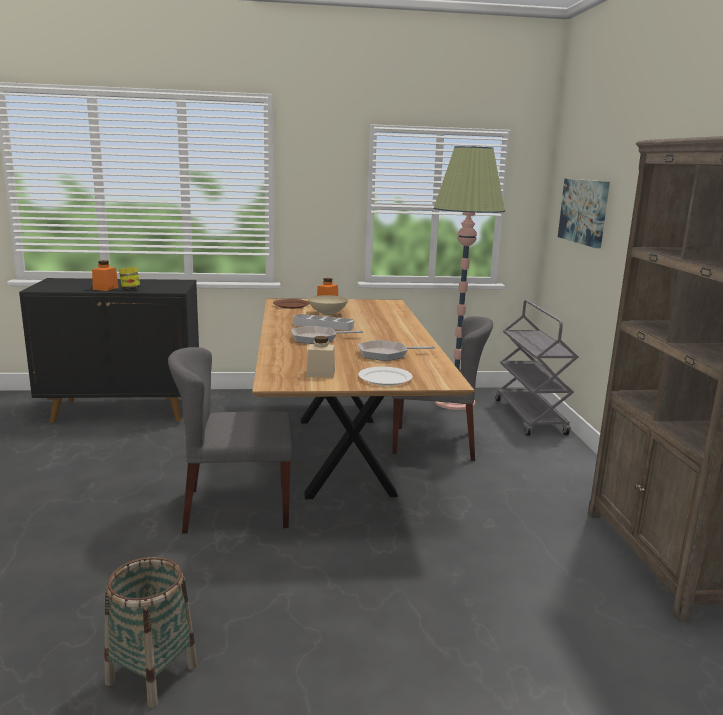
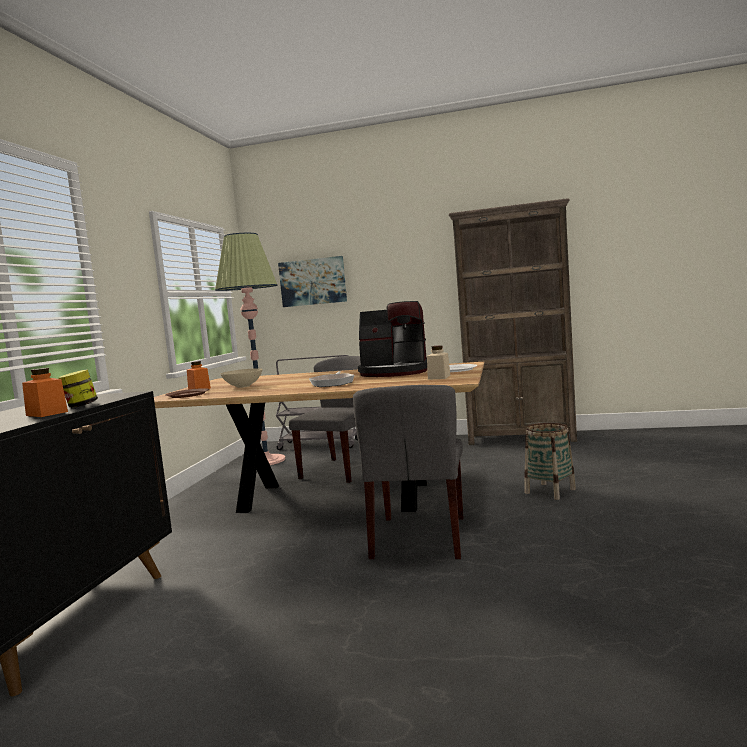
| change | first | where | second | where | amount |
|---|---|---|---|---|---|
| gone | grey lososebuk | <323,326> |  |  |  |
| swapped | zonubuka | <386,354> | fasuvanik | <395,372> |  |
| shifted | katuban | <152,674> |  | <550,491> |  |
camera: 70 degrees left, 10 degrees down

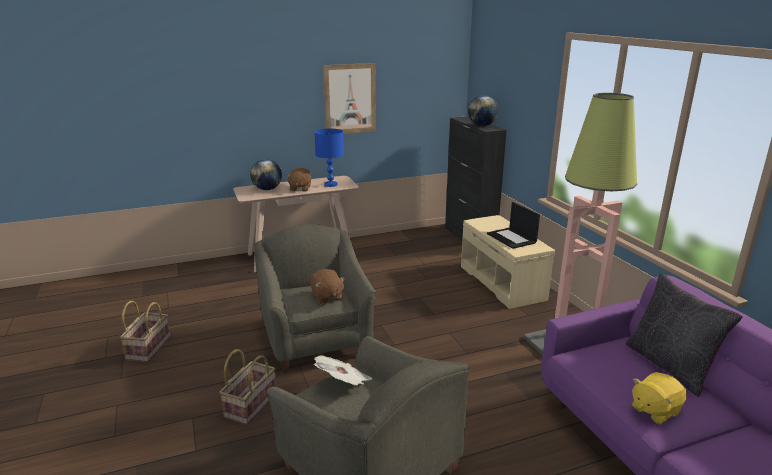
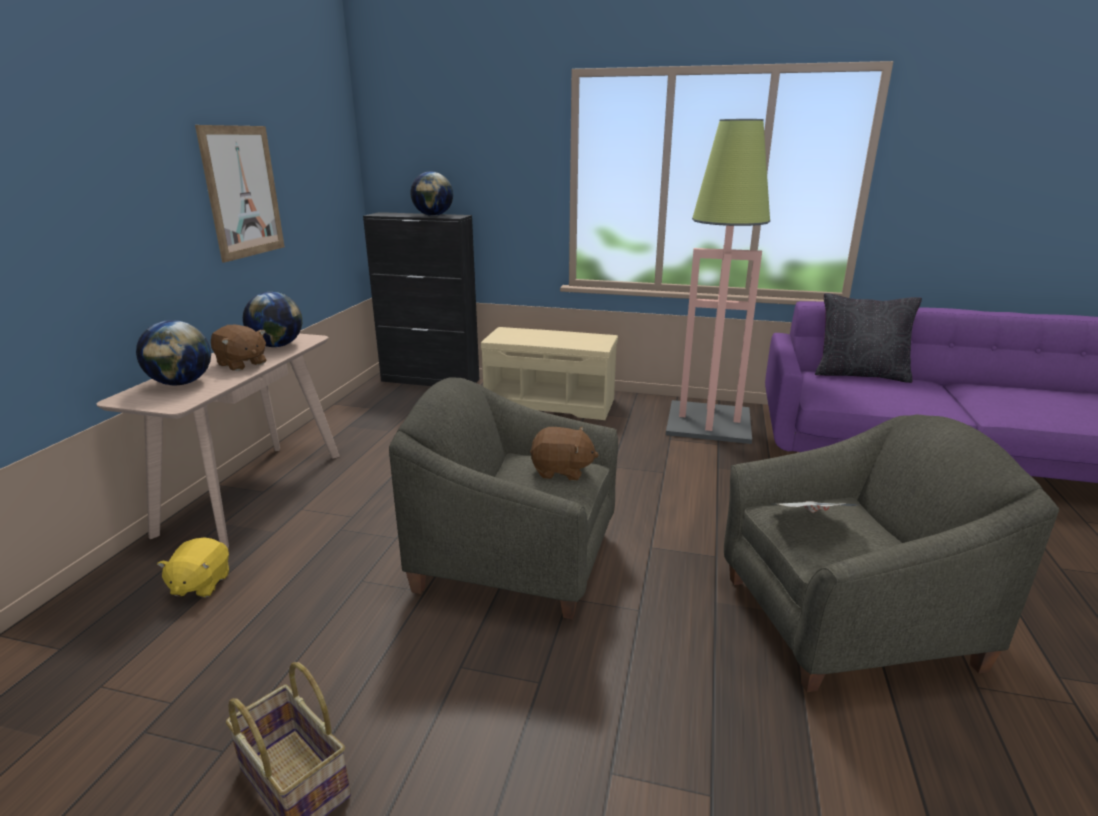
| change | first | where | second | where | amount |
|---|---|---|---|---|---|
| swapped | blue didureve | <330,184> | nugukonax | <277,346> |  |
| gone | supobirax | <512,238> |  |  |  |
| gone | katuban | <250,404> |  |  |  |
| shifted | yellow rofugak | <654,410> |  | <200,584> |  |
camera: 55 degrees left, 0 degrees up

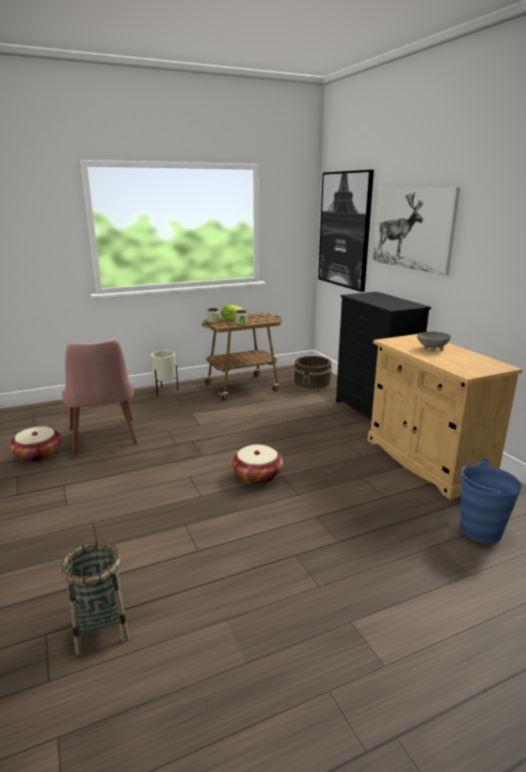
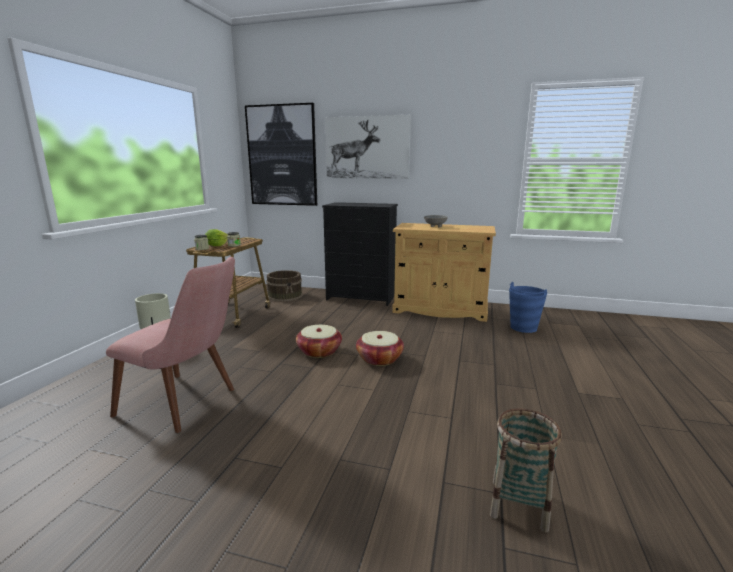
| change | first | where | second | where | amount |
|---|---|---|---|---|---|
| shifted | katuban | <38,455> |  | <319,351> |  |
camera: 50 degrees left, 5 degrees down

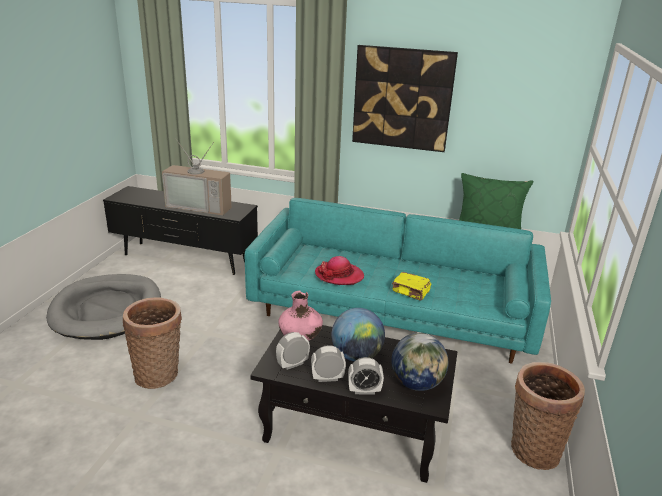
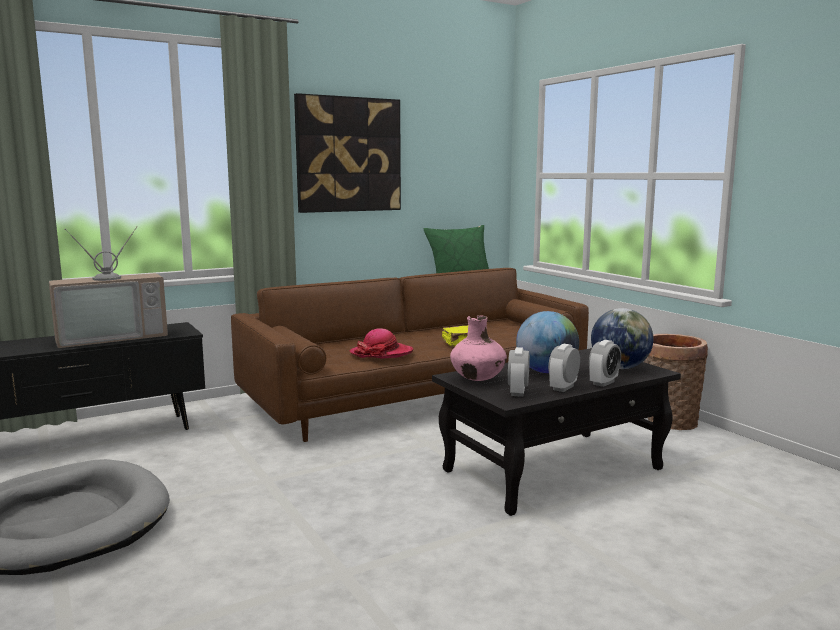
| change | first | where | second | where | amount |
|---|---|---|---|---|---|
| repainted | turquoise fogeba | <392,312> | brown fogeba | <417,395> |  |
| gone | katuban | <159,374> |  |  |  |
camera: 45 degrees left, 15 degrees down

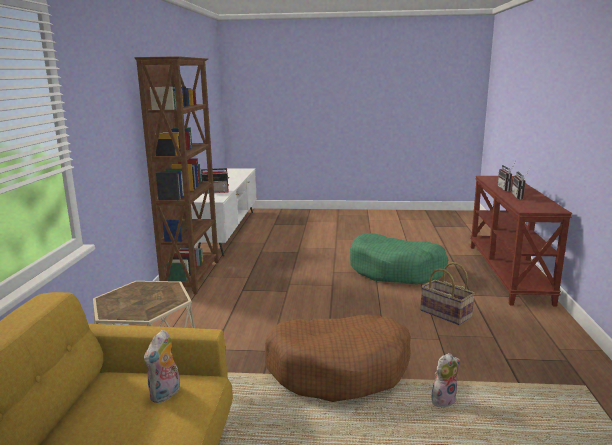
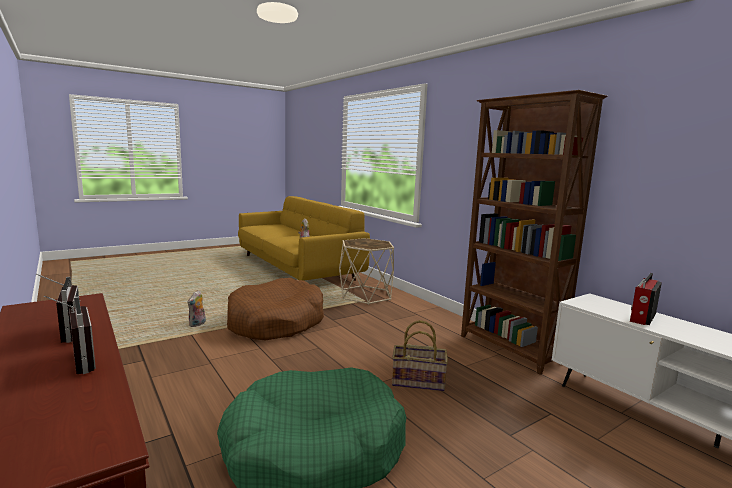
| change | first | where | second | where | amount |
|---|---|---|---|---|---|
| shifted | katuban | <445,314> |  | <418,381> |  |
camera: 140 degrees right, 5 degrees down

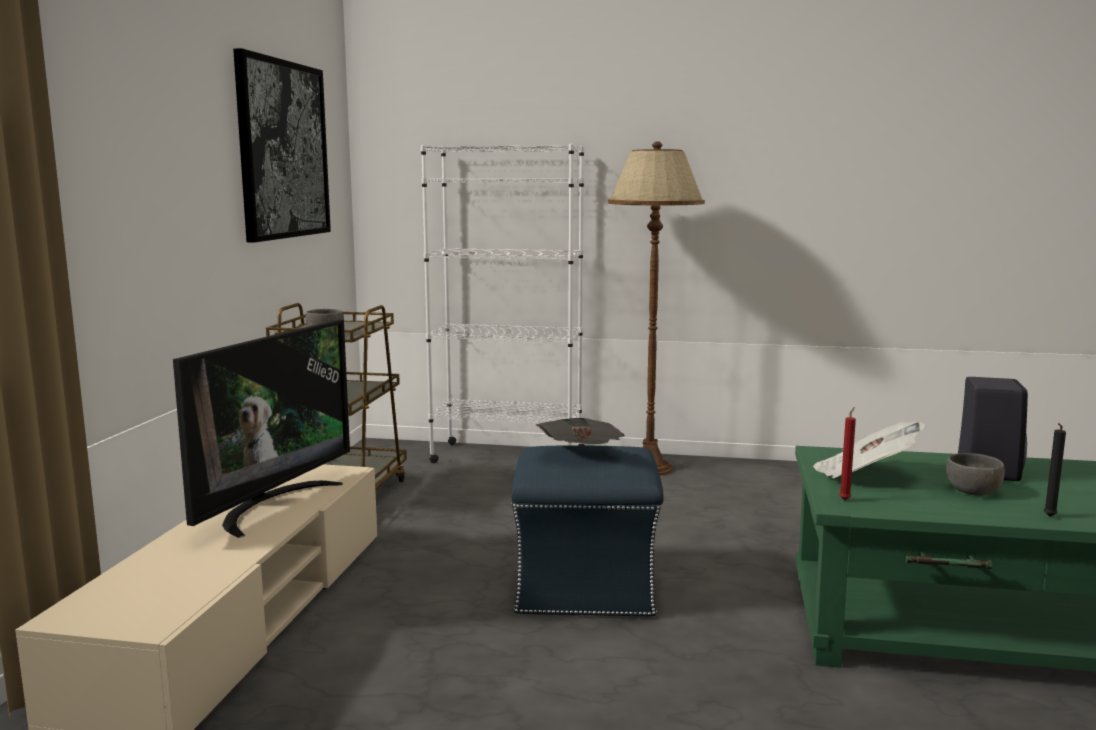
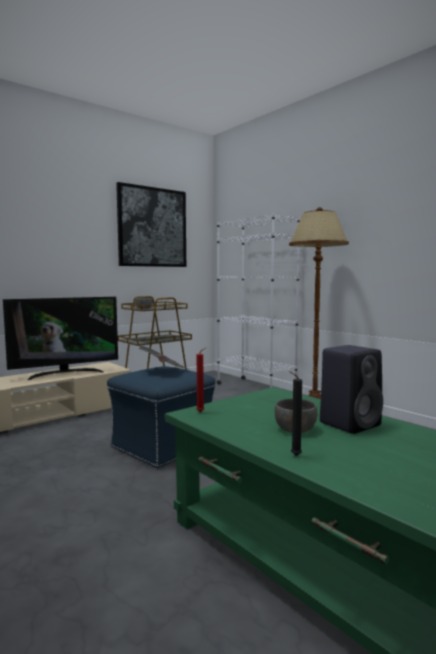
| change | first | where | second | where | amount |
|---|---|---|---|---|---|
| gone | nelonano | <864,475> |  |  |  |
camera: 40 degrees right, 5 degrees down

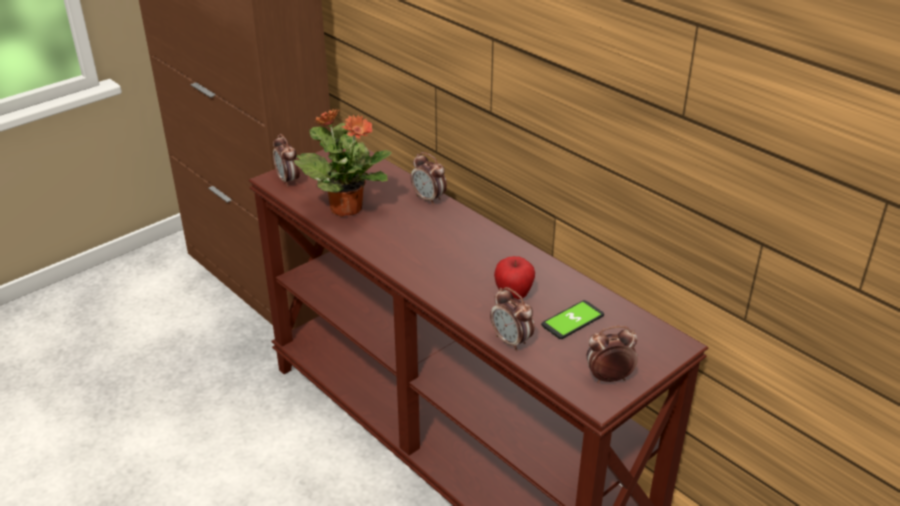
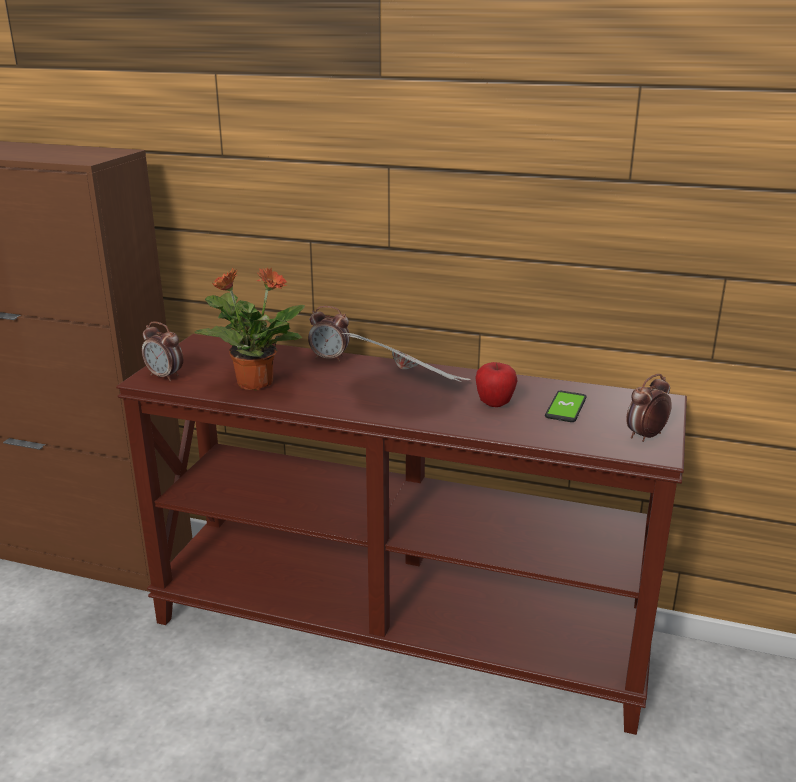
| change | first | where | second | where | amount |
|---|---|---|---|---|---|
| gone | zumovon | <511,341> |  |  |  |
| new |  |  | nelonano | <409,390> |  |
camera: 30 degrees left, 10 degrees down

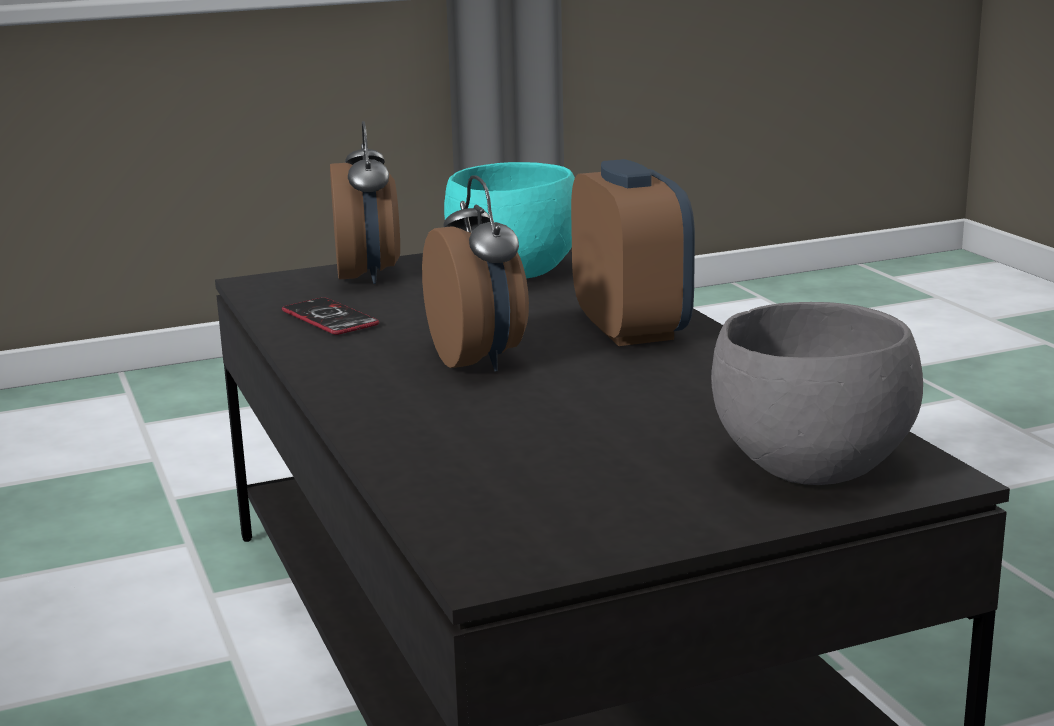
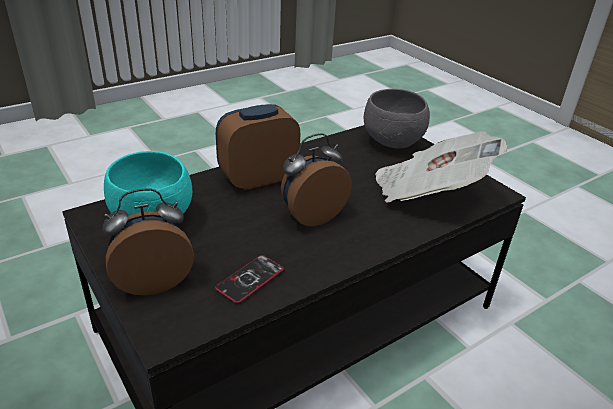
| change | first | where | second | where | amount |
|---|---|---|---|---|---|
| new |  |  | nelonano | <428,192> |  |
camera: 105 degrees left, 15 degrees up

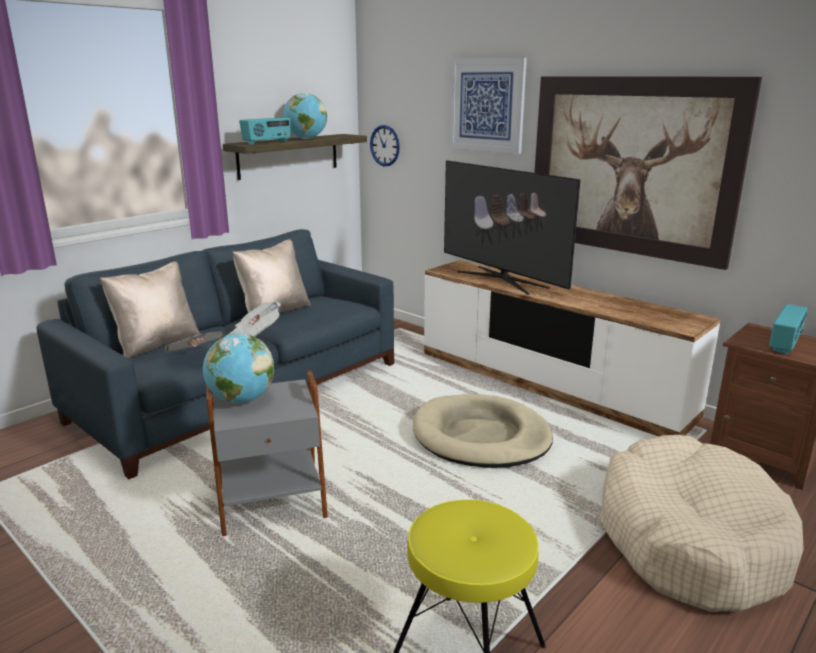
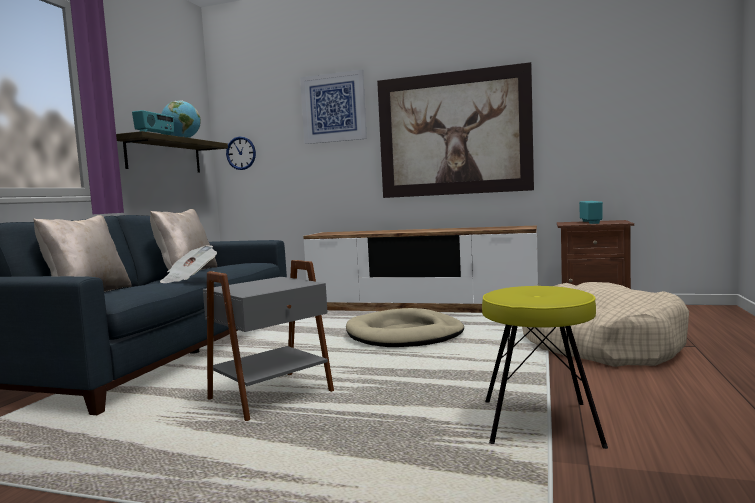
| change | first | where | second | where | amount |
|---|---|---|---|---|---|
| gone | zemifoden | <502,279> |  |  |  |
| gone | nelonano | <195,356> |  |  |  |
| gone | nugukonax | <241,400> |  |  |  |
camera: 25 degrees left, 15 degrees down

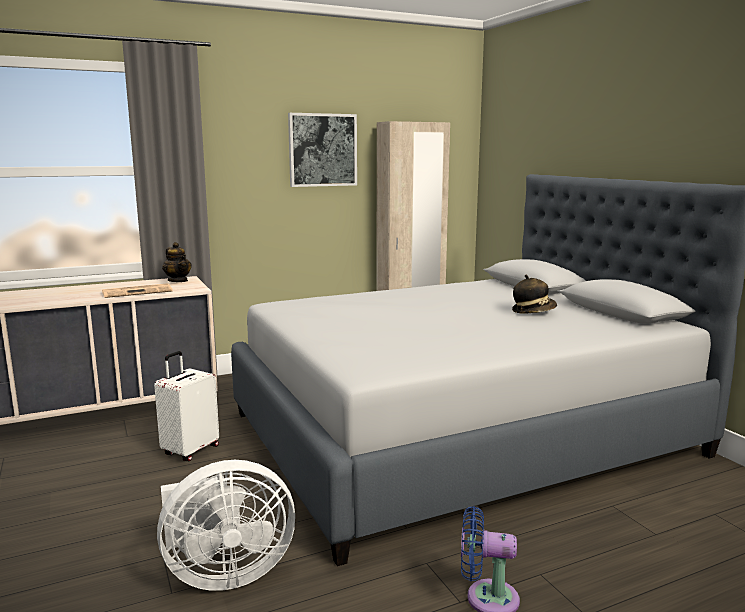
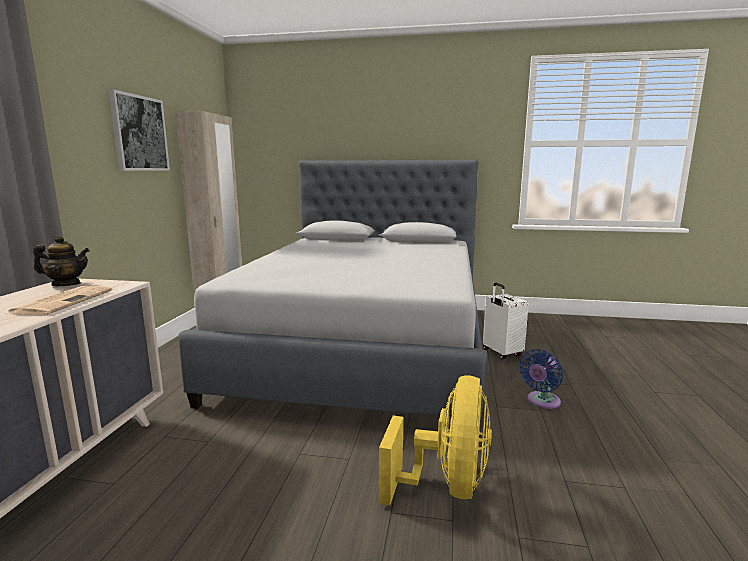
| change | first | where | second | where | amount |
|---|---|---|---|---|---|
| gone | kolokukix | <533,311> |  |  |  |
| shifted | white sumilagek | <190,450> |  | <501,353> |  |
| repainted | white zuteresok | <224,573> | yellow zuteresok | <447,485> |  |
camera: 55 degrees left, 0 degrees up

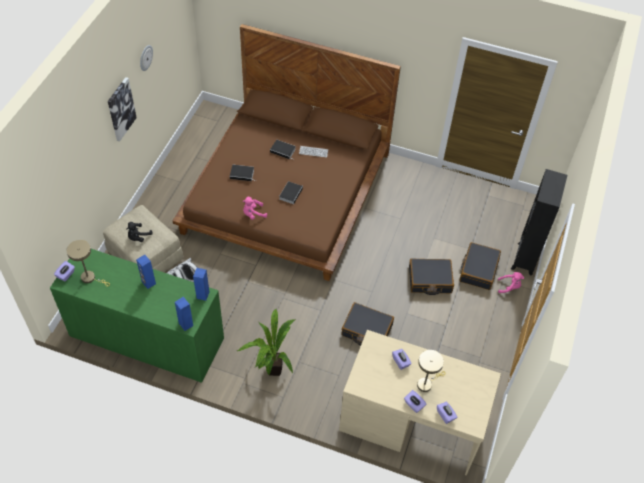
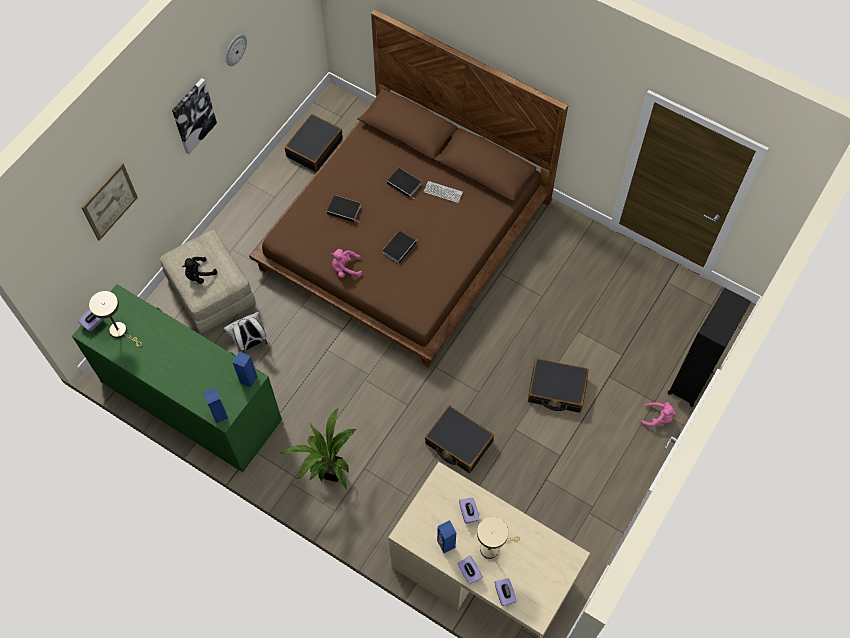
| change | first | where | second | where | amount |
|---|---|---|---|---|---|
| shifted | black sumilagek | <478,270> |  | <314,148> |  |
| shifted | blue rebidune | <148,283> |  | <446,544> |  |
| new |  |  | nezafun | <109,201> |  |
camera: 15 degrees right, 10 degrees up

